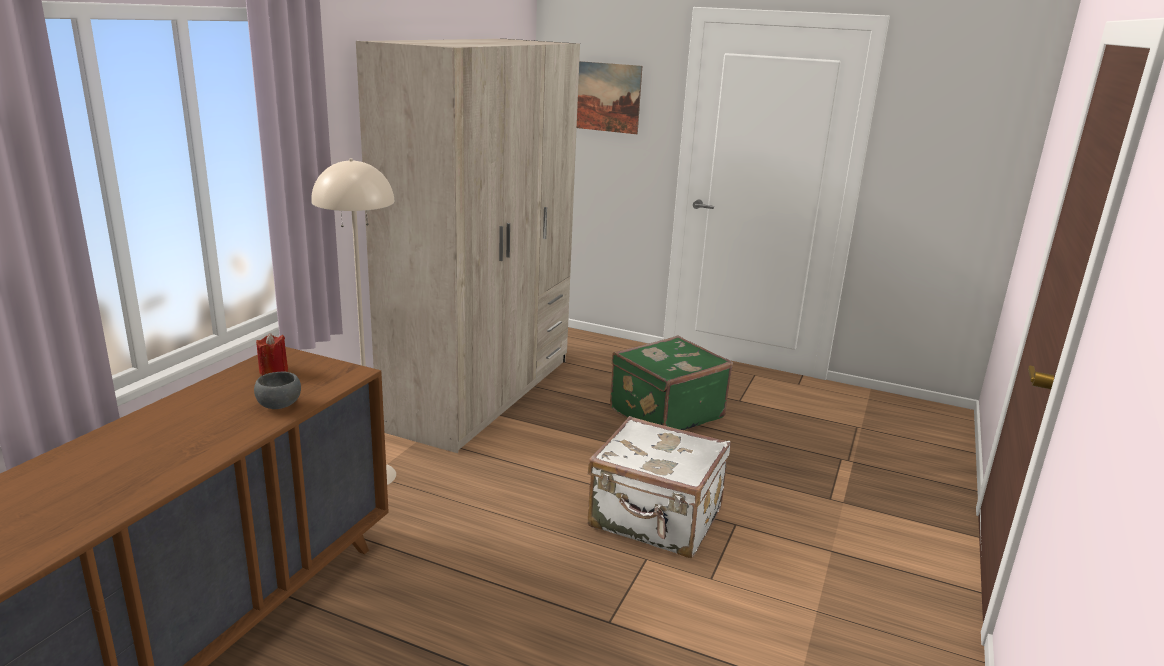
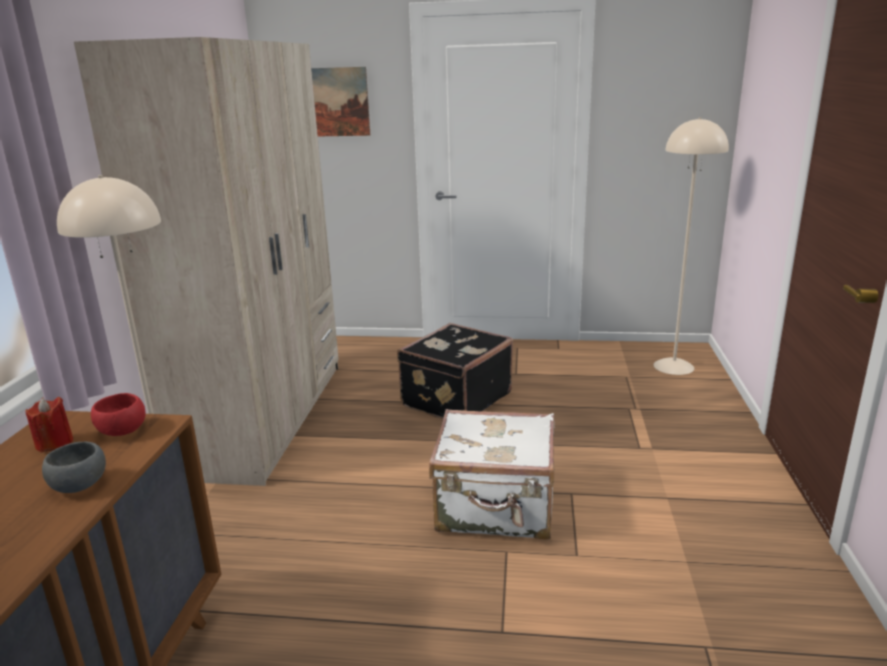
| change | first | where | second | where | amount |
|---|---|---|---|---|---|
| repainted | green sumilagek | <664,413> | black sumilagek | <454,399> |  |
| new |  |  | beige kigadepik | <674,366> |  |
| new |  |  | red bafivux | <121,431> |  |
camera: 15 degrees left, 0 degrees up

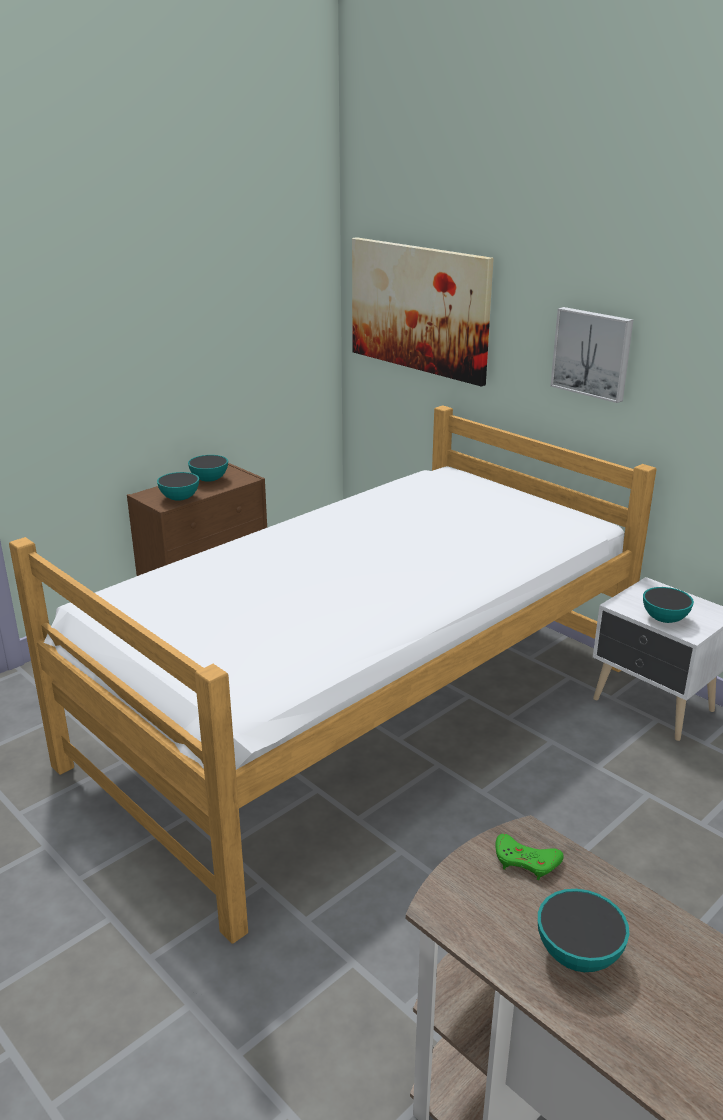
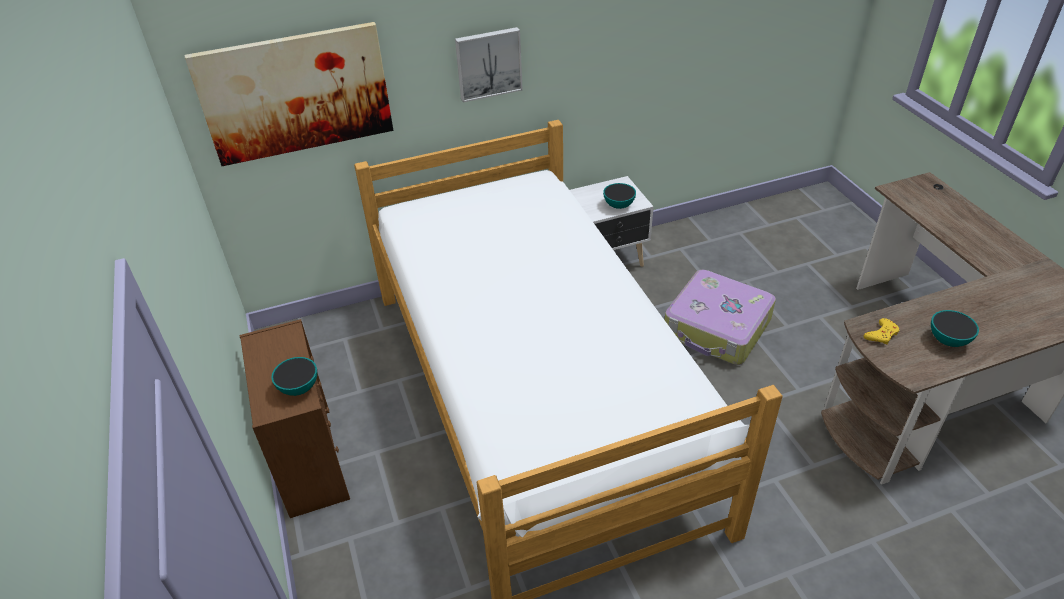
| change | first | where | second | where | amount |
|---|---|---|---|---|---|
| gone | bafivux | <209,480> |  |  |  |
| repainted | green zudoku | <526,861> | yellow zudoku | <881,334> |  |
| new |  |  | sumilagek | <717,328> |  |
camera: 65 degrees left, 15 degrees up

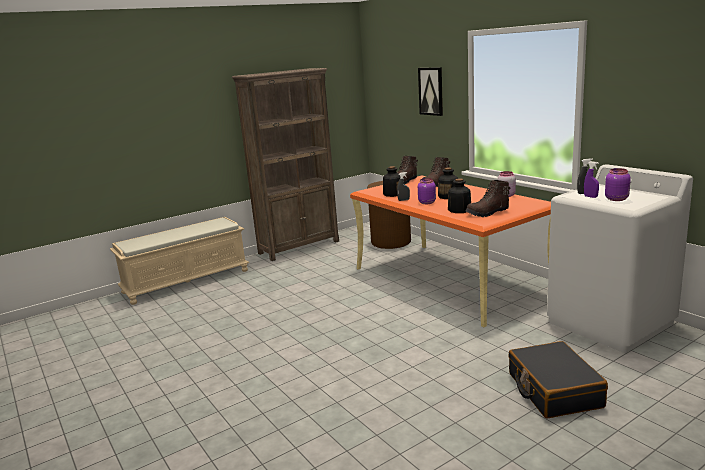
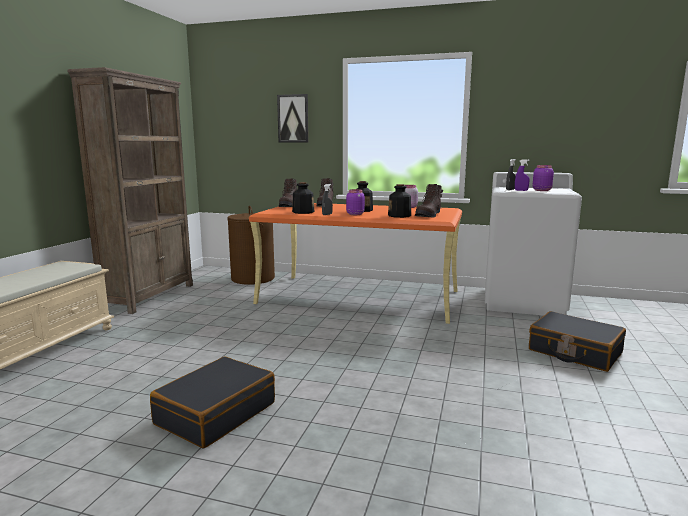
| change | first | where | second | where | amount |
|---|---|---|---|---|---|
| new |  |  | black sumilagek | <215,413> |  |
camera: 40 degrees left, 5 degrees down

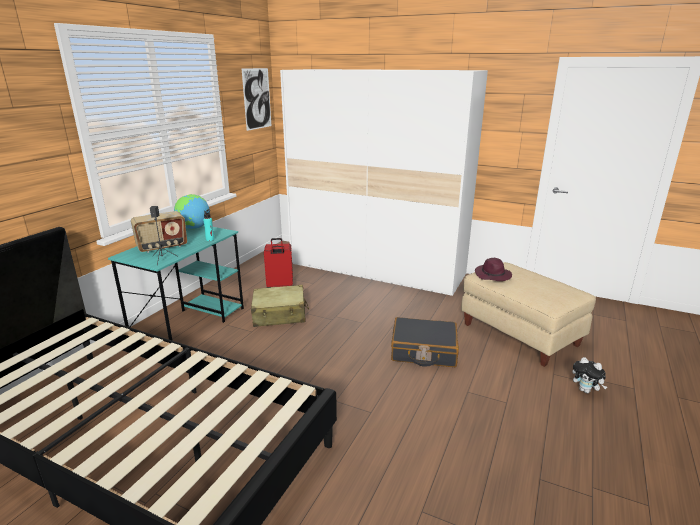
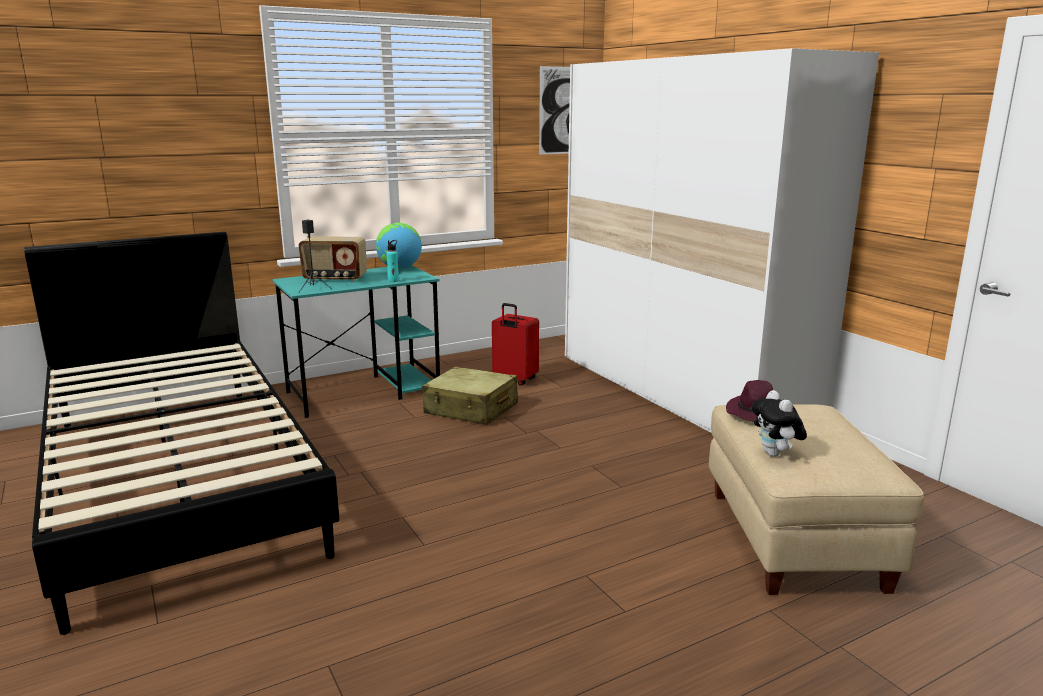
| change | first | where | second | where | amount |
|---|---|---|---|---|---|
| gone | black sumilagek | <423,351> |  |  |  |
| shifted | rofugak | <585,390> |  | <775,454> |  |
camera: 35 degrees right, 5 degrees down

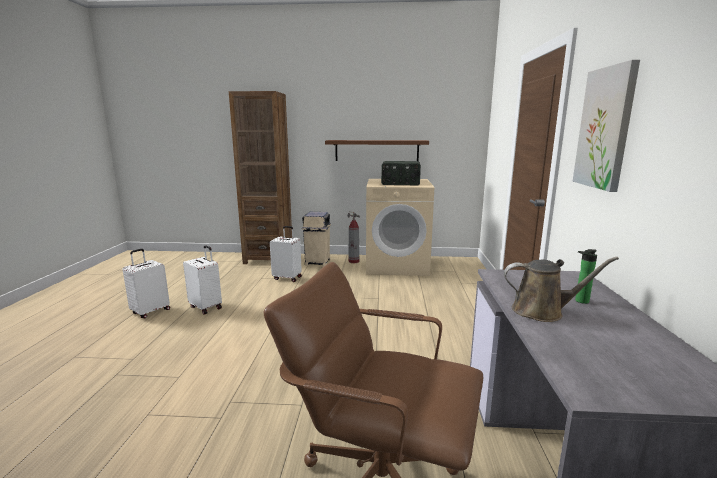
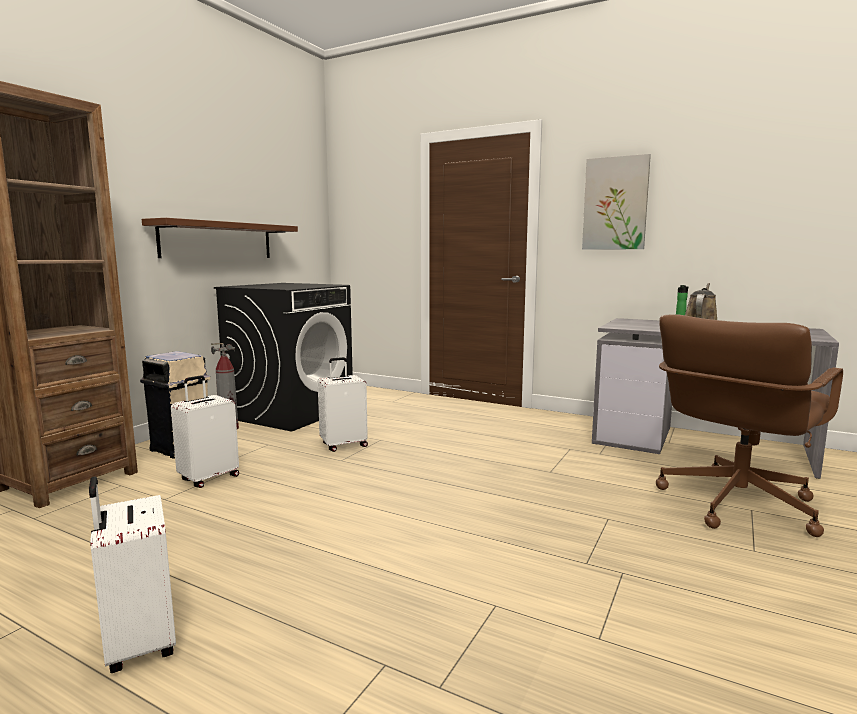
| change | first | where | second | where | amount |
|---|---|---|---|---|---|
| gone | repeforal | <400,183> |  |  |  |
| repainted | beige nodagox | <397,265> | black nodagox | <291,412> |  |
| shifted | white sumilagek | <206,307> |  | <344,445> |  |
camera: 65 degrees left, 5 degrees down

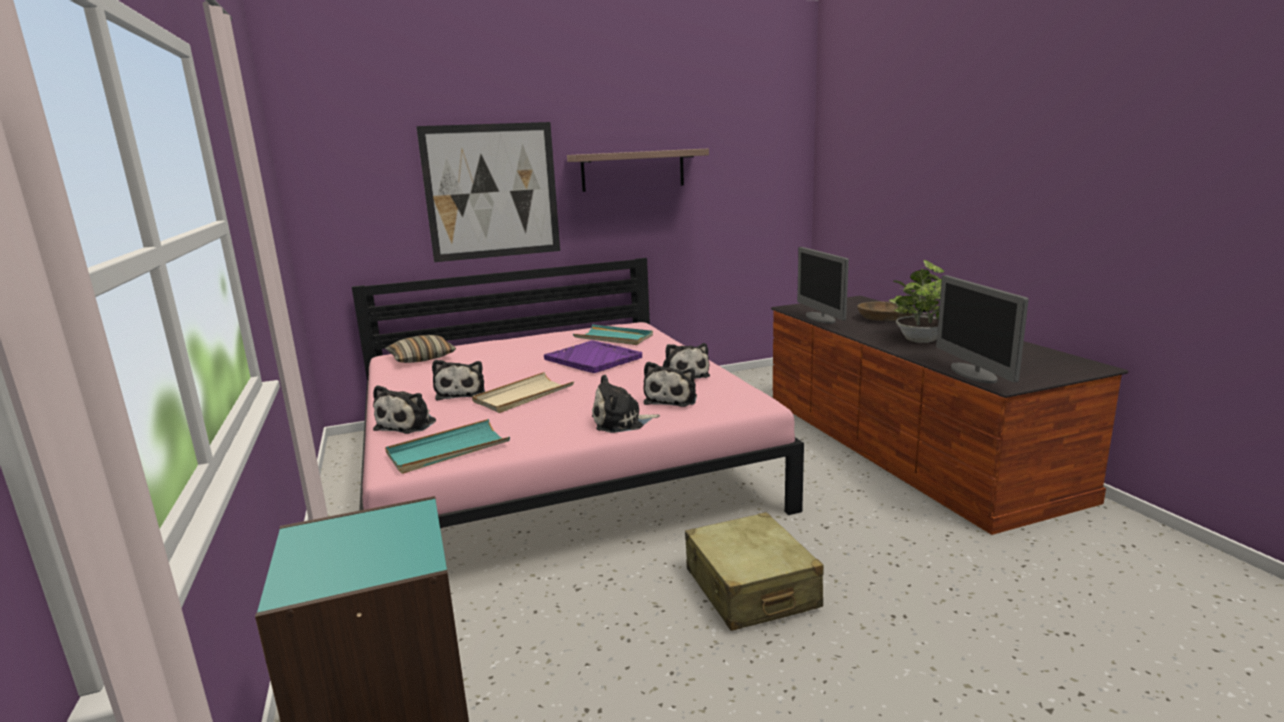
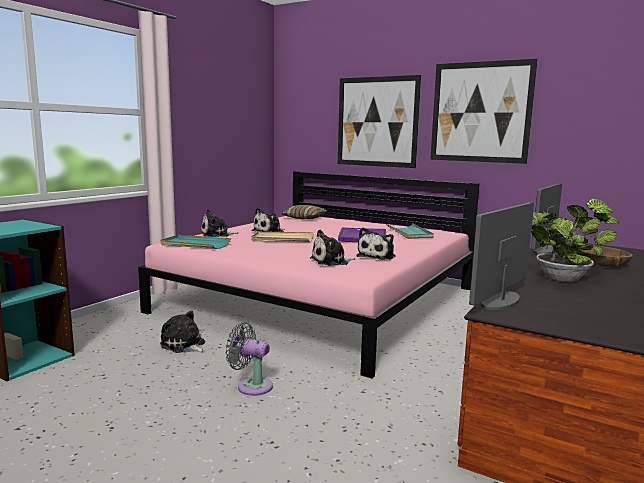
| change | first | where | second | where | amount |
|---|---|---|---|---|---|
| swapped | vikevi | <633,170> | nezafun | <480,112> |  |
| shifted | rofugak | <621,422> |  | <184,345> |  |
| swapped | beige sumilagek | <750,589> | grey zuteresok | <251,386> |  |
camera: 50 degrees right, 5 degrees down

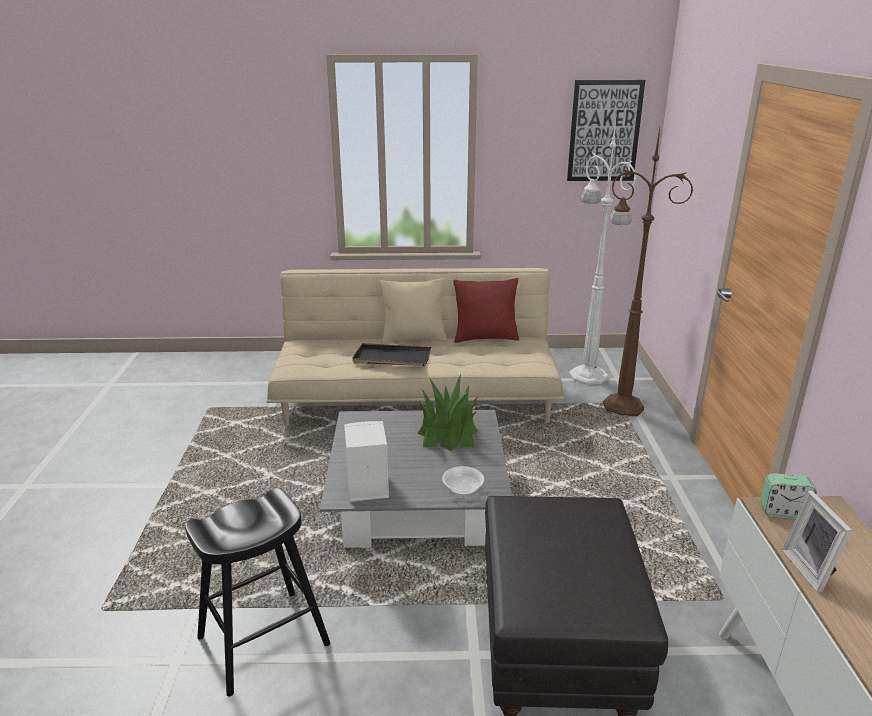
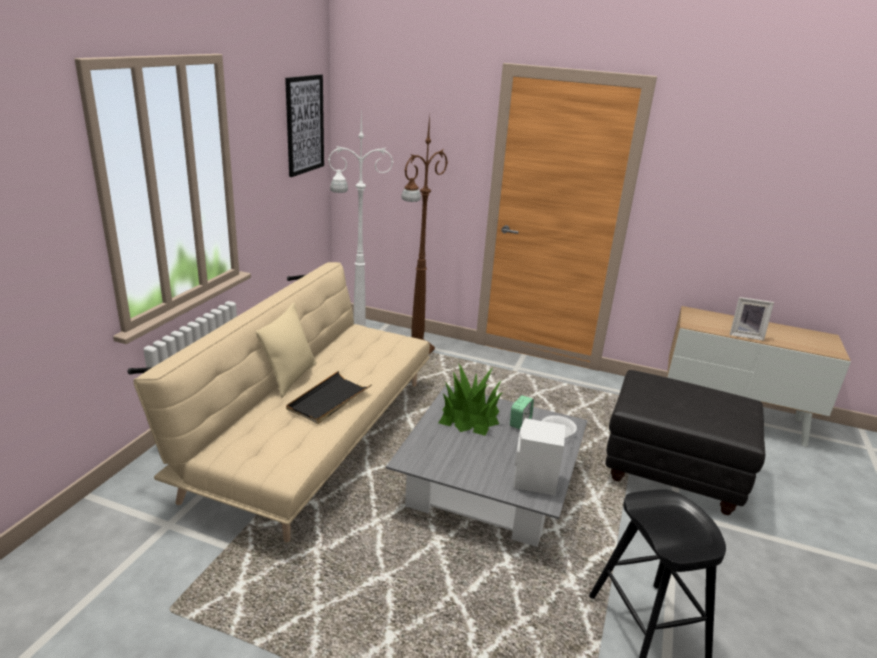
| change | first | where | second | where | amount |
|---|---|---|---|---|---|
| gone | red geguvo | <485,338> |  |  |  |
| shifted | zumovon | <783,512> |  | <520,423> |  |
camera: 70 degrees left, 0 degrees up

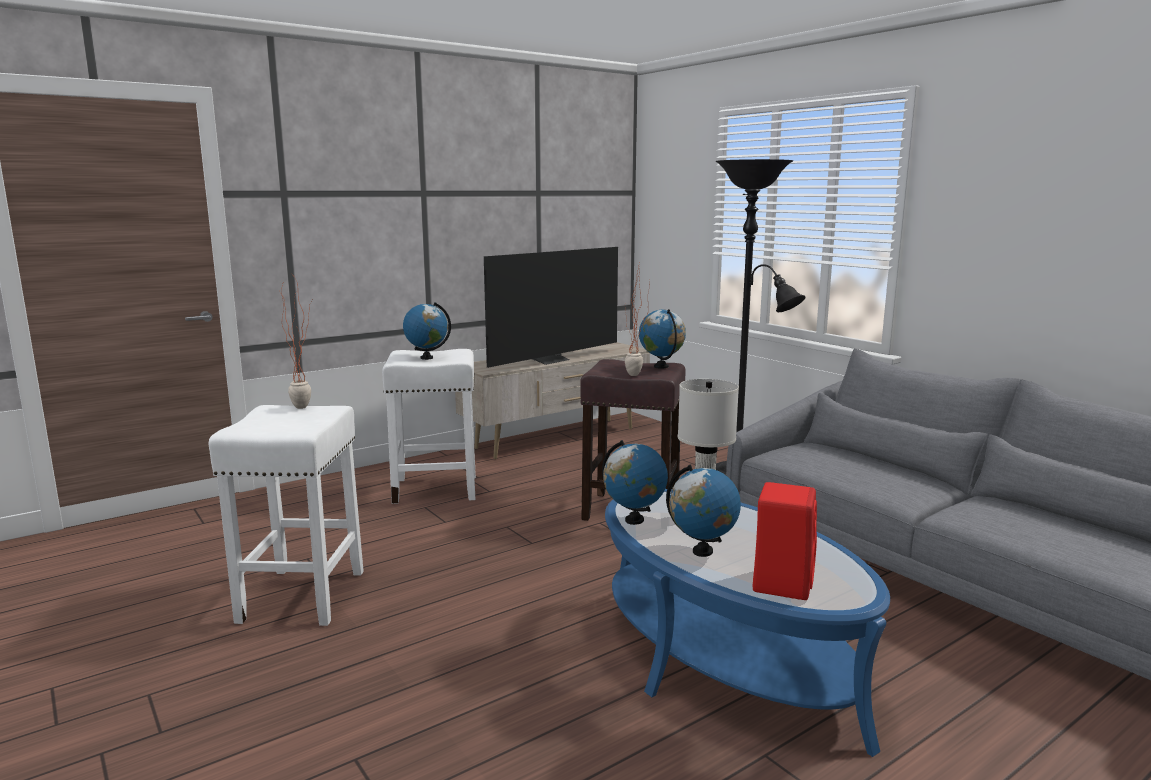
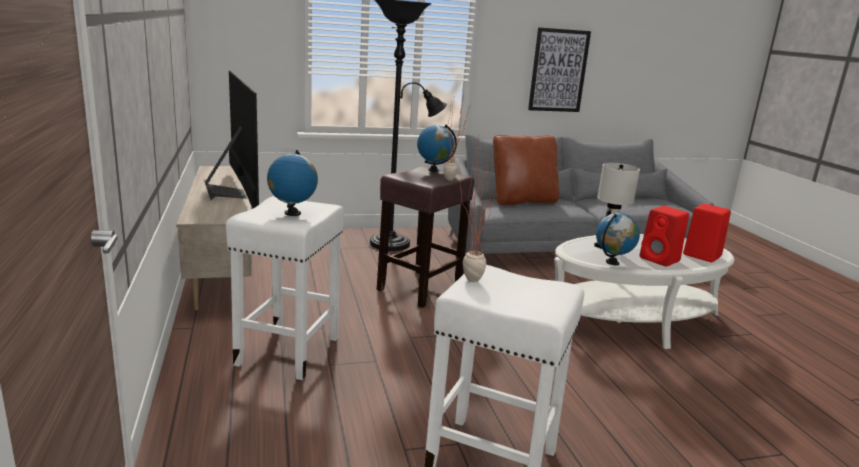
| change | first | where | second | where | amount |
|---|---|---|---|---|---|
| swapped | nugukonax | <702,551> | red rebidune | <660,260> |  |
| repainted | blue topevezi | <725,657> | white topevezi | <632,319> |  |
| new |  |  | nezafun | <558,70> |  |
| new |  |  | brown geguvo | <522,201> |  |
camera: 70 degrees left, 5 degrees up

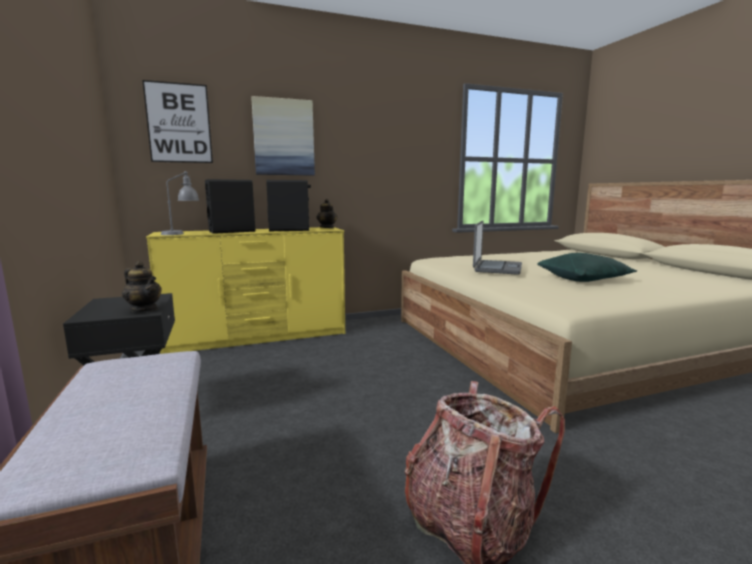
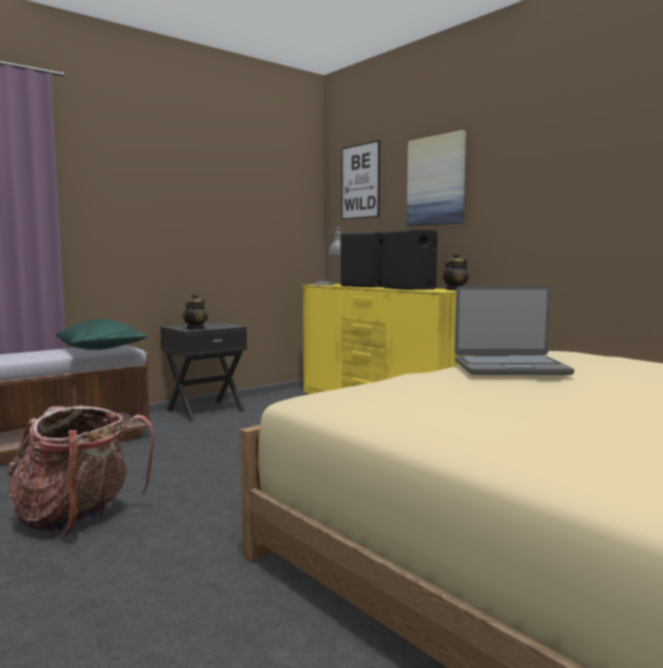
| change | first | where | second | where | amount |
|---|---|---|---|---|---|
| shifted | green geguvo | <583,279> |  | <102,350> |  |
camera: 70 degrees right, 5 degrees down

